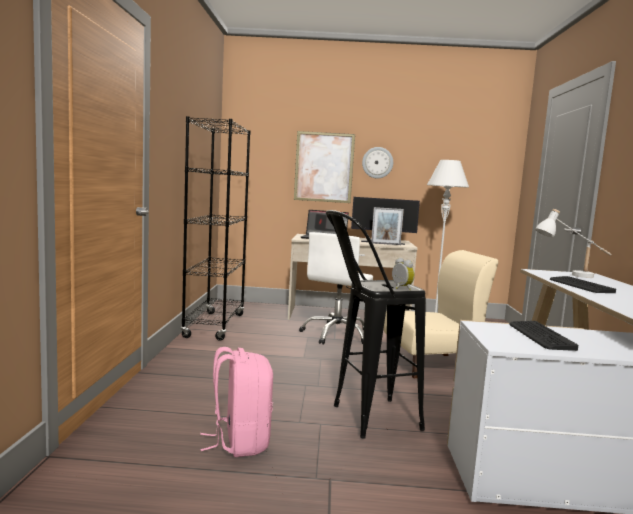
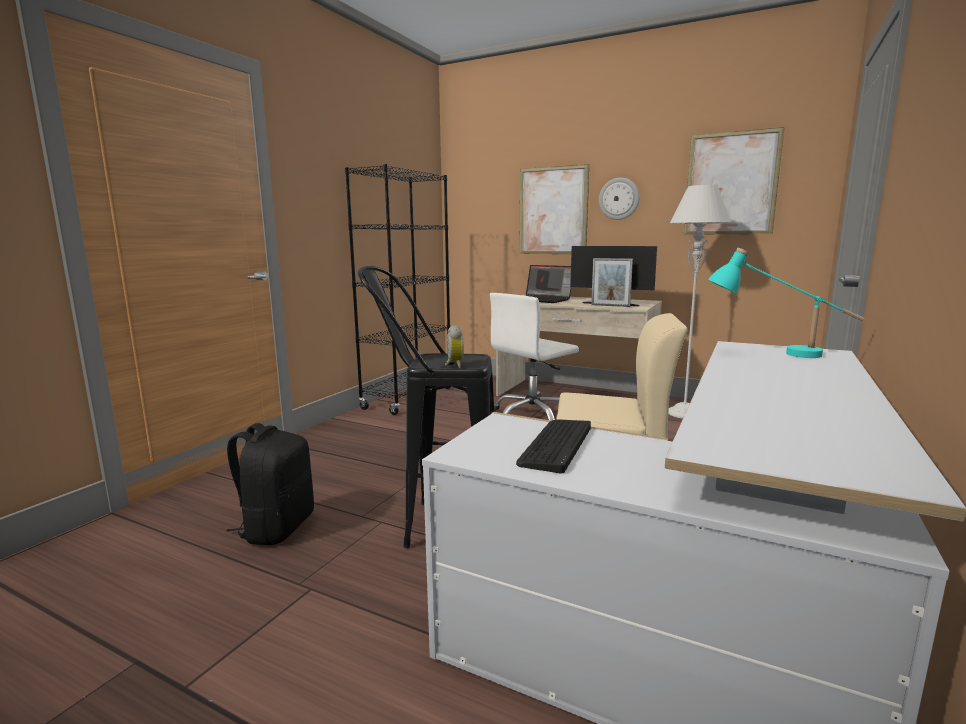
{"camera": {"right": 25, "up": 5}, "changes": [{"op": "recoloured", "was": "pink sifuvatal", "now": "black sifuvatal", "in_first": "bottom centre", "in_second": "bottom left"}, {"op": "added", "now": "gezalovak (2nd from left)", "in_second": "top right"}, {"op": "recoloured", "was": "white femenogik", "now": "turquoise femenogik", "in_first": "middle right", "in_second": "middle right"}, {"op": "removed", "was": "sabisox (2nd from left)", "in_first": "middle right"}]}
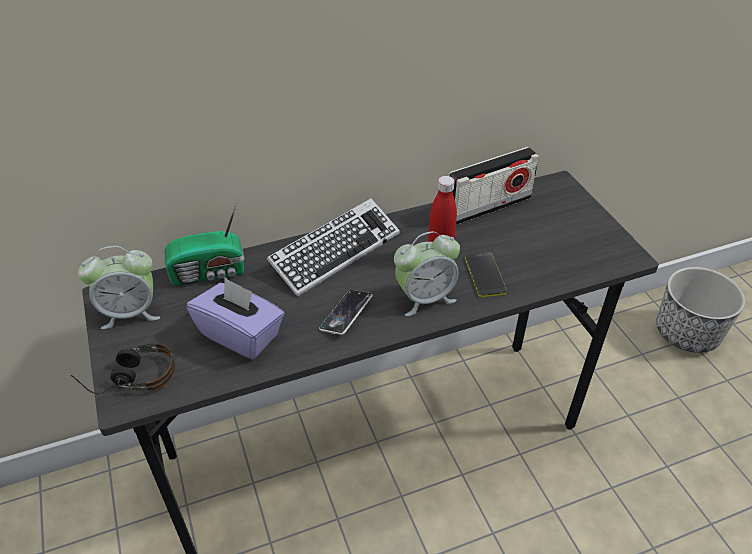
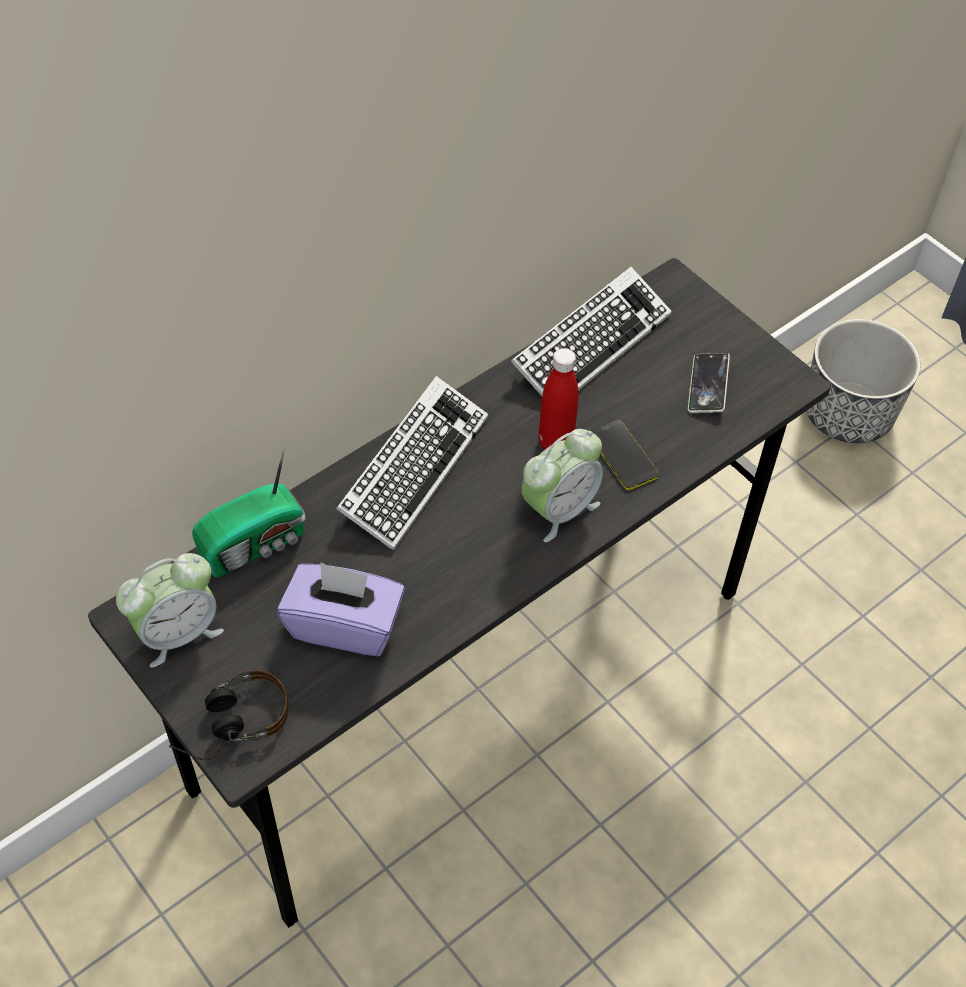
{"camera": {"right": -20, "up": 10}, "changes": [{"op": "replaced", "was": "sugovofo (2nd from left)", "now": "sabisox (2nd from left)", "in_first": "centre", "in_second": "centre"}, {"op": "moved", "was": "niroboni (1st from left in the first image)", "now": "niroboni (2nd from left)", "in_first": "centre", "in_second": "middle right"}]}
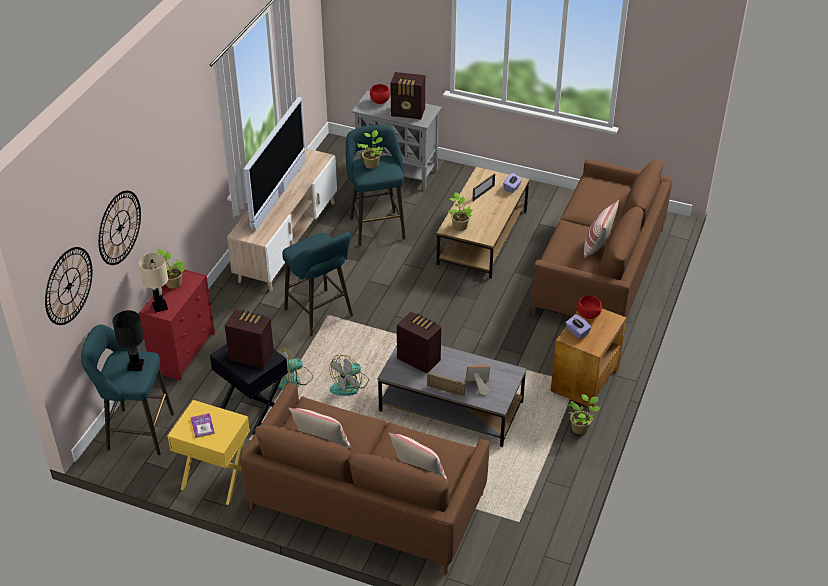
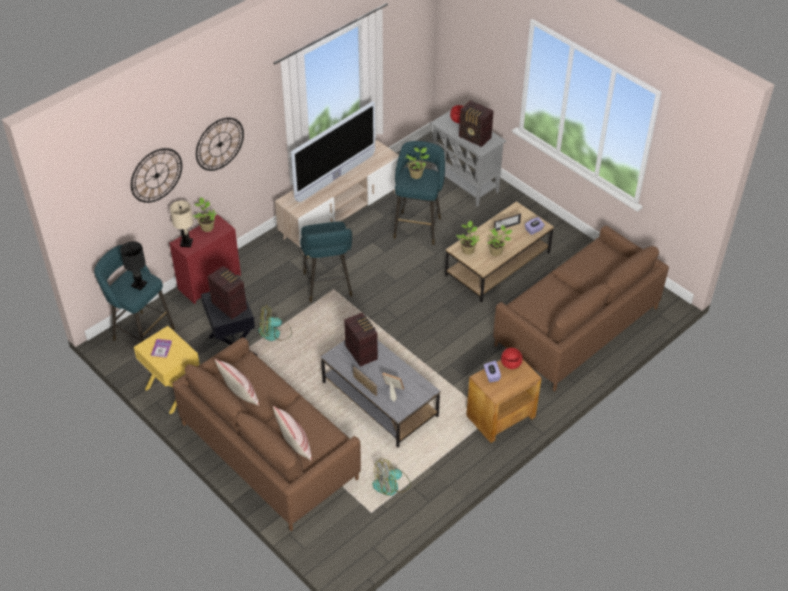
{"camera": {"right": 25, "up": 5}, "changes": [{"op": "moved", "was": "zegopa (1st from left in the first image)", "now": "zegopa (2nd from left)", "in_first": "middle left", "in_second": "top left"}, {"op": "moved", "was": "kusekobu (2nd from left)", "in_first": "centre", "in_second": "bottom centre"}, {"op": "moved", "was": "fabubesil (4th from left)", "in_first": "bottom right", "in_second": "centre"}, {"op": "removed", "was": "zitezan (3rd from left)", "in_first": "middle right"}]}
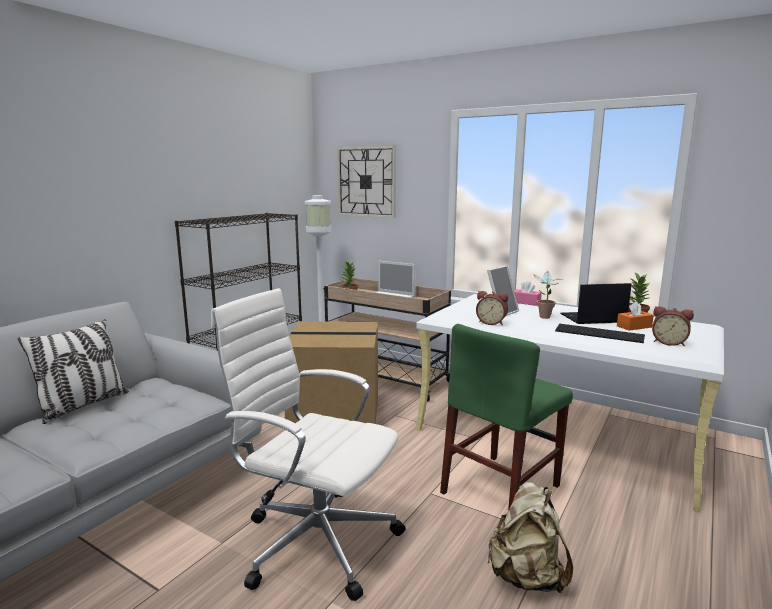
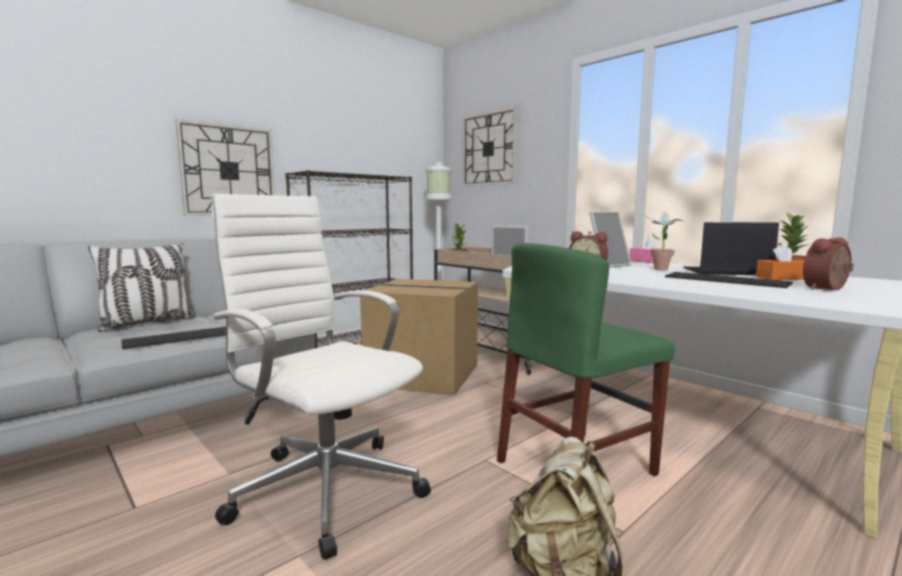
{"camera": {"right": 15, "up": -5}, "changes": [{"op": "added", "now": "sabisox (1st from left)", "in_second": "middle left"}, {"op": "added", "now": "zegopa (1st from left)", "in_second": "top left"}, {"op": "turned", "was": "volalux (2nd from left)", "in_first": "middle right", "in_second": "middle right", "clockwise": 105}]}
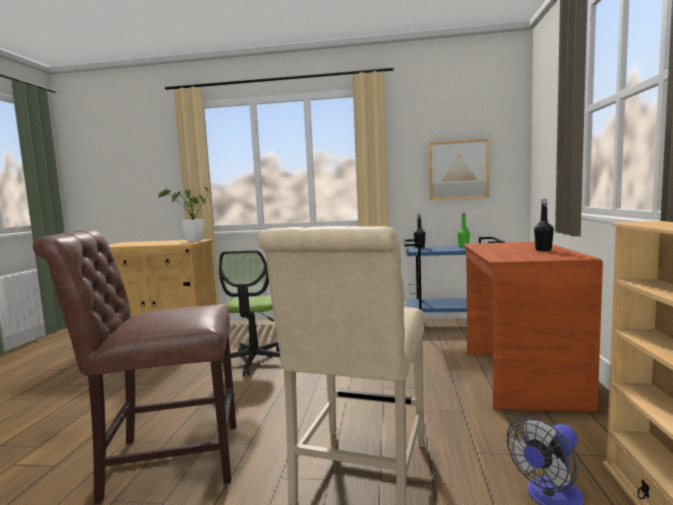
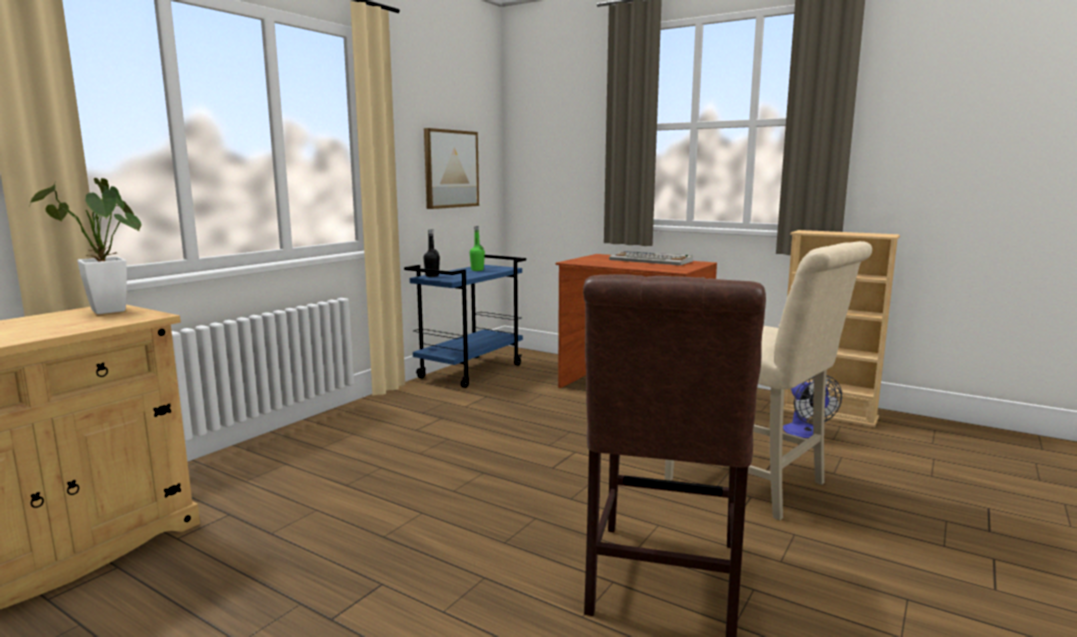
{"camera": {"right": -65, "up": 5}, "changes": [{"op": "replaced", "was": "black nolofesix (2nd from left)", "now": "sabisox", "in_first": "middle right", "in_second": "centre"}, {"op": "removed", "was": "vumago", "in_first": "centre"}]}
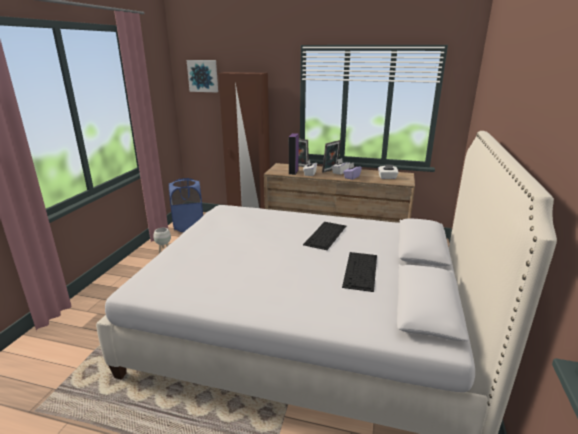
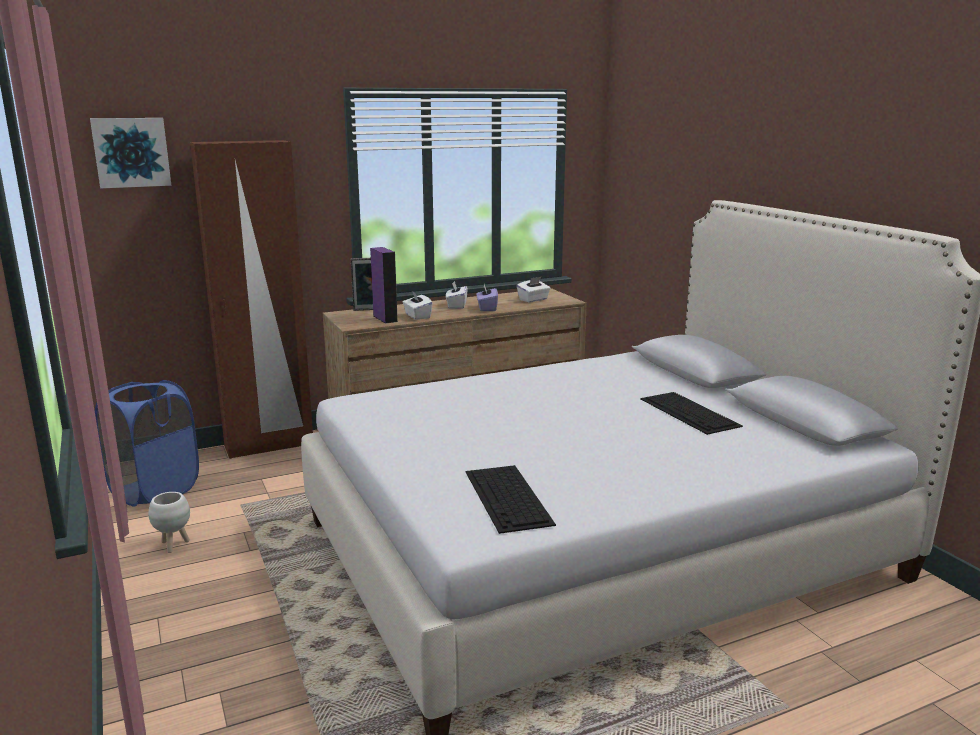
{"camera": {"right": -40, "up": -5}, "changes": [{"op": "moved", "was": "sabisox (1st from left)", "in_first": "centre", "in_second": "bottom centre"}, {"op": "removed", "was": "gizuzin (2nd from left)", "in_first": "centre"}]}
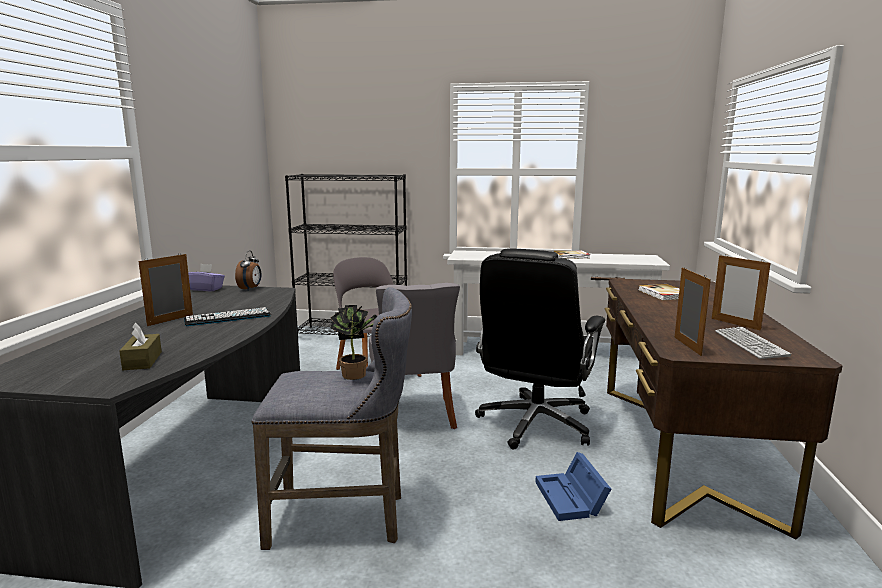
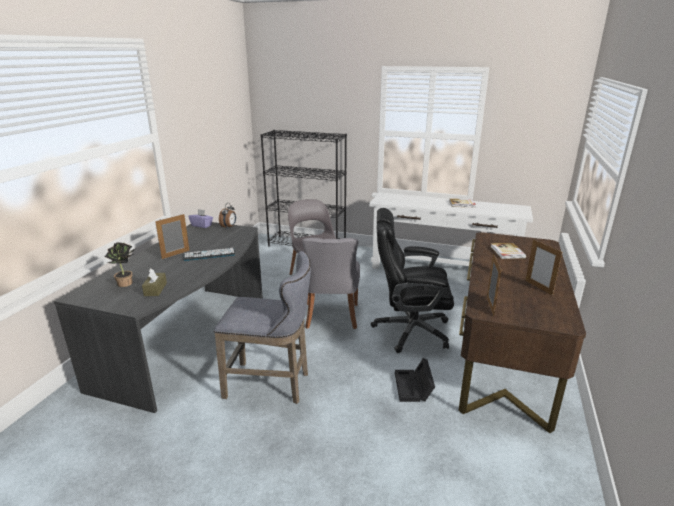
{"camera": {"right": 10, "up": 10}, "changes": [{"op": "moved", "was": "fabubesil", "in_first": "centre", "in_second": "middle left"}, {"op": "turned", "was": "black vumago", "in_first": "centre", "in_second": "centre", "clockwise": 60}, {"op": "recoloured", "was": "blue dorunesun", "now": "black dorunesun", "in_first": "bottom centre", "in_second": "bottom centre"}, {"op": "removed", "was": "sabisox (2nd from left)", "in_first": "middle right"}]}
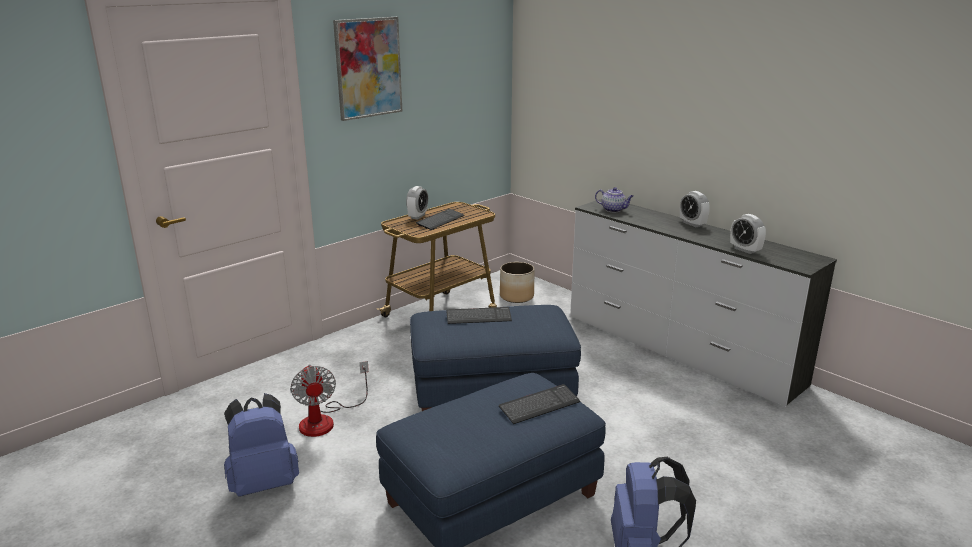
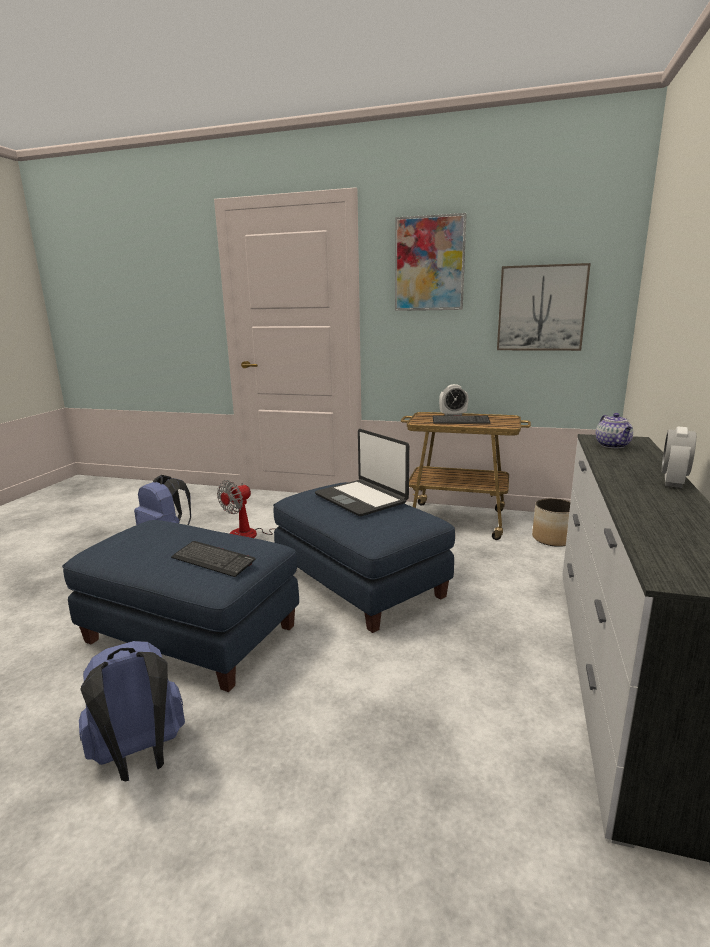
{"camera": {"right": 60, "up": -5}, "changes": [{"op": "replaced", "was": "sabisox (2nd from left)", "now": "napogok", "in_first": "centre", "in_second": "centre"}, {"op": "added", "now": "gezalovak (2nd from left)", "in_second": "top right"}, {"op": "removed", "was": "volalux (3rd from left)", "in_first": "middle right"}]}
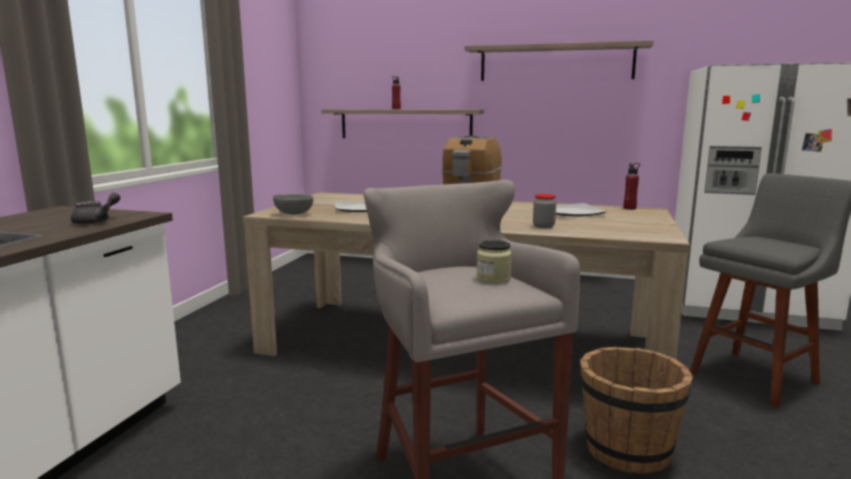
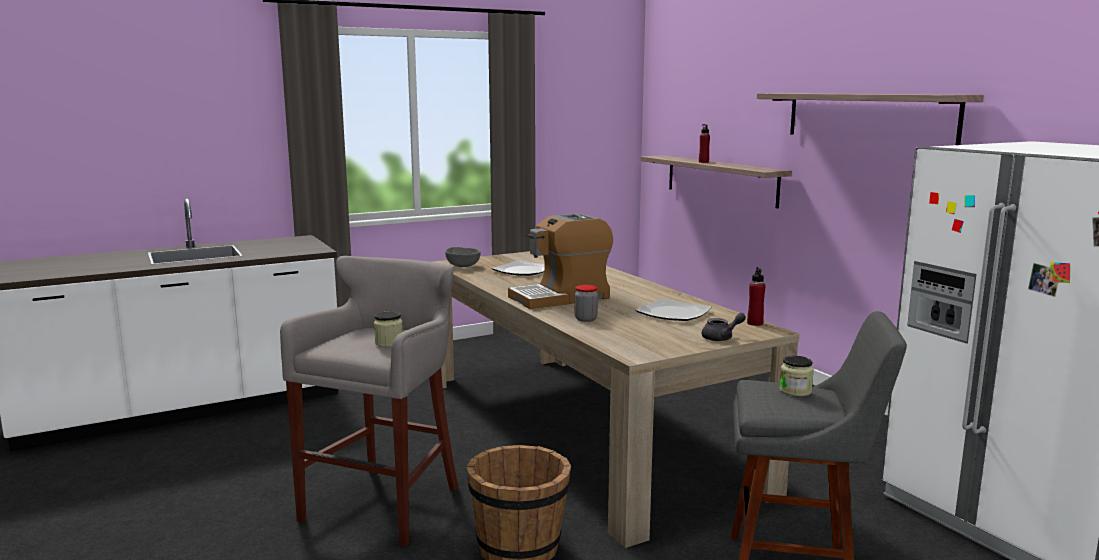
{"camera": {"right": 45, "up": 0}, "changes": [{"op": "moved", "was": "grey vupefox", "in_first": "middle left", "in_second": "centre"}, {"op": "added", "now": "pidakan (3rd from left)", "in_second": "bottom right"}]}
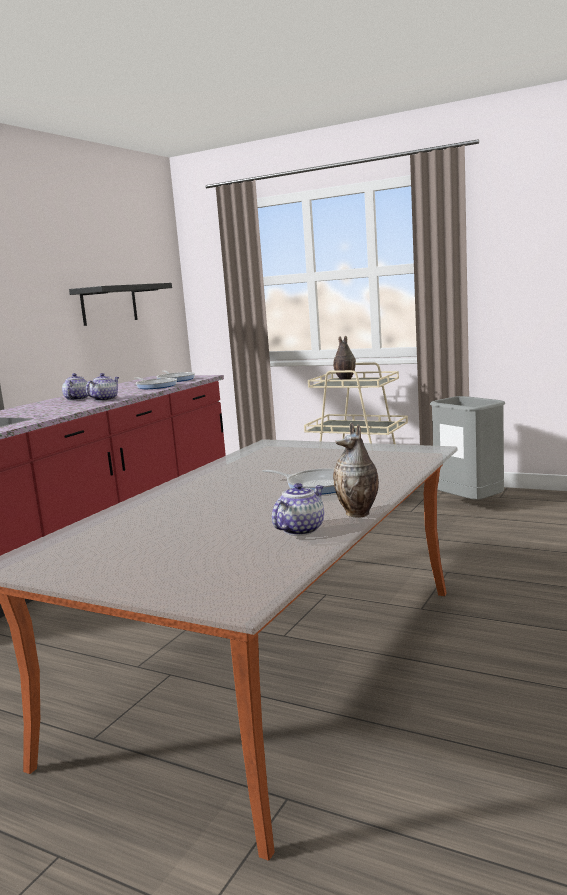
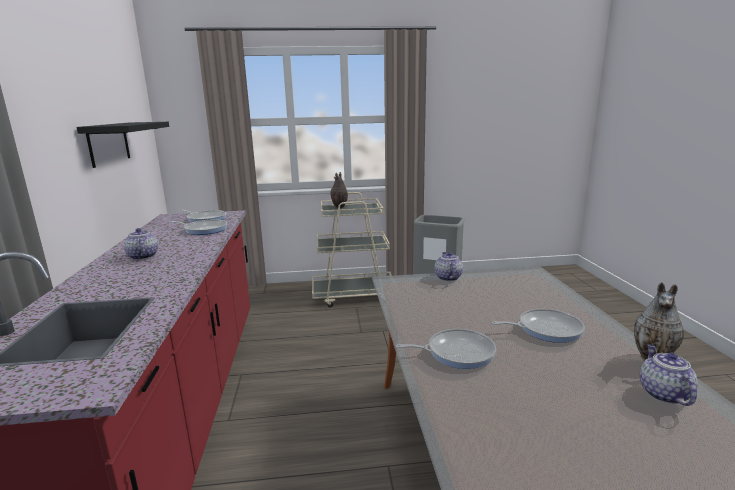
{"camera": {"right": -35, "up": 5}, "changes": [{"op": "added", "now": "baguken (3rd from left)", "in_second": "bottom centre"}, {"op": "moved", "was": "vupefox (2nd from left)", "in_first": "middle left", "in_second": "centre"}]}
